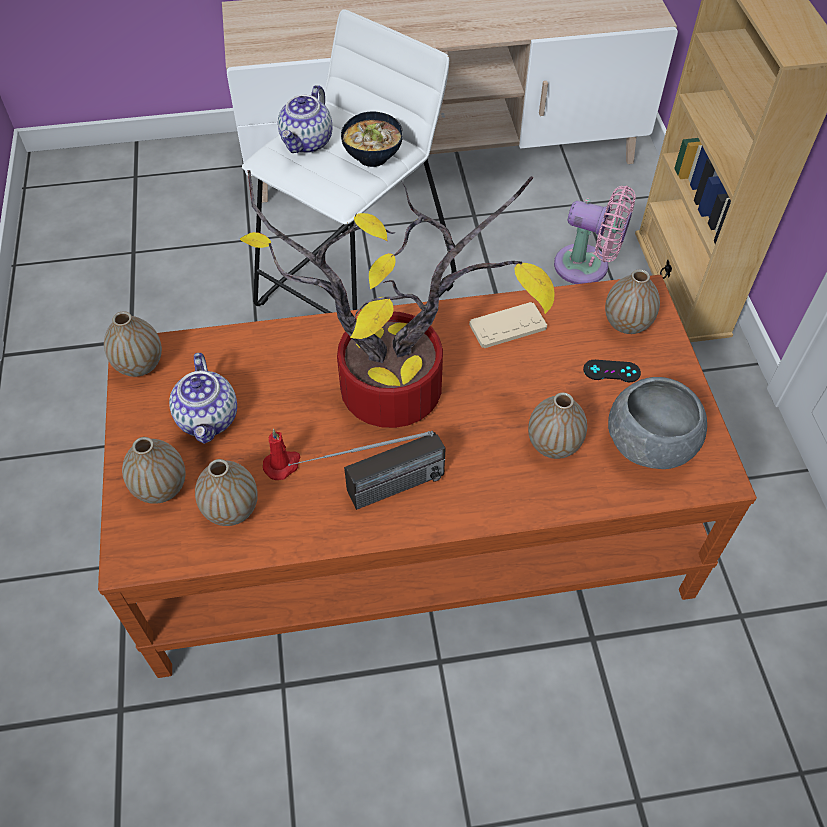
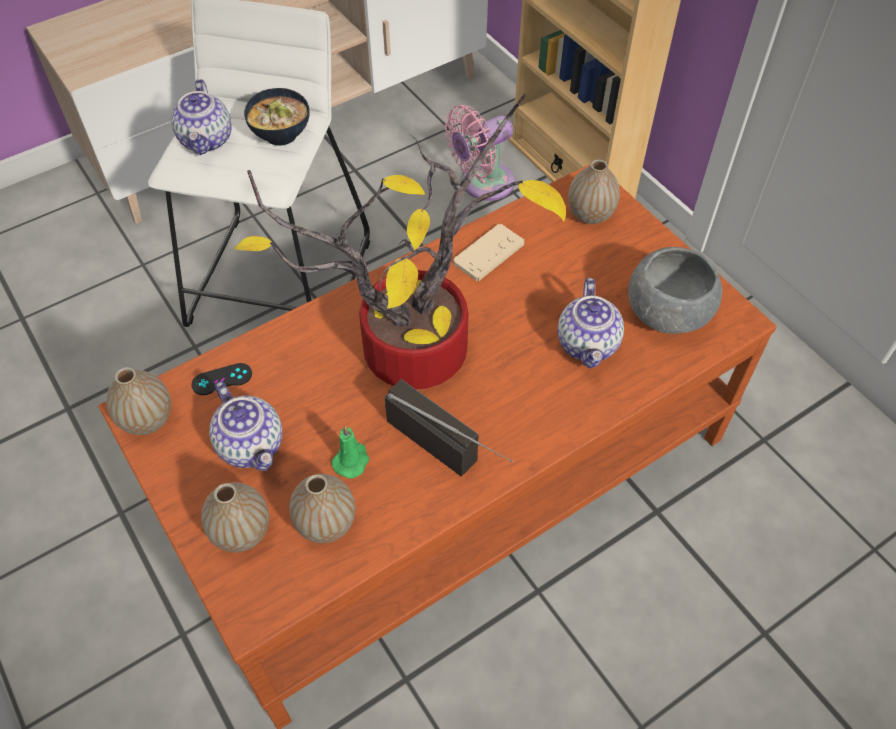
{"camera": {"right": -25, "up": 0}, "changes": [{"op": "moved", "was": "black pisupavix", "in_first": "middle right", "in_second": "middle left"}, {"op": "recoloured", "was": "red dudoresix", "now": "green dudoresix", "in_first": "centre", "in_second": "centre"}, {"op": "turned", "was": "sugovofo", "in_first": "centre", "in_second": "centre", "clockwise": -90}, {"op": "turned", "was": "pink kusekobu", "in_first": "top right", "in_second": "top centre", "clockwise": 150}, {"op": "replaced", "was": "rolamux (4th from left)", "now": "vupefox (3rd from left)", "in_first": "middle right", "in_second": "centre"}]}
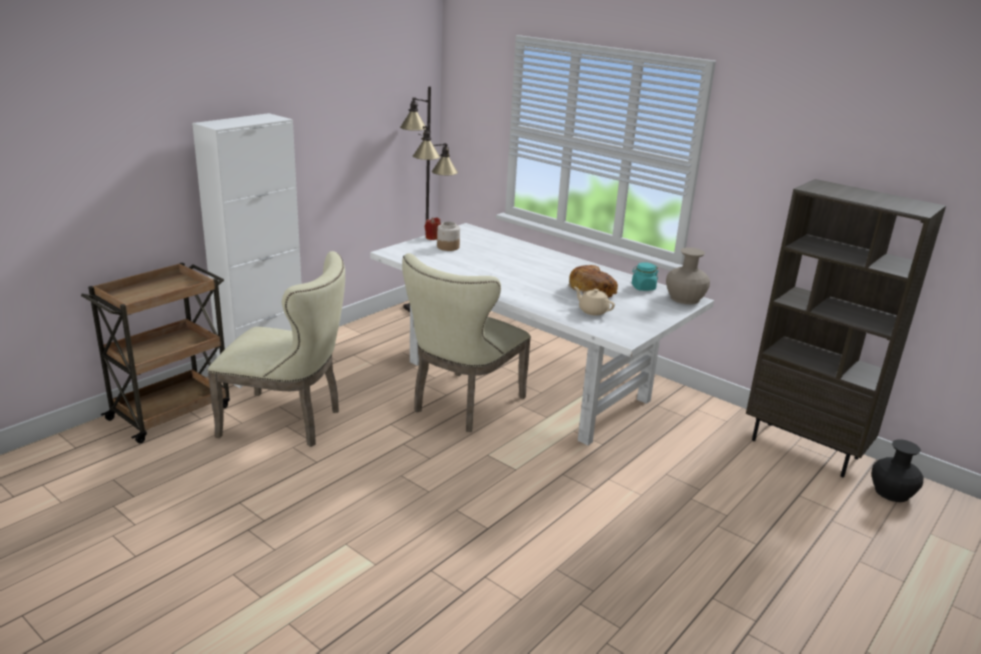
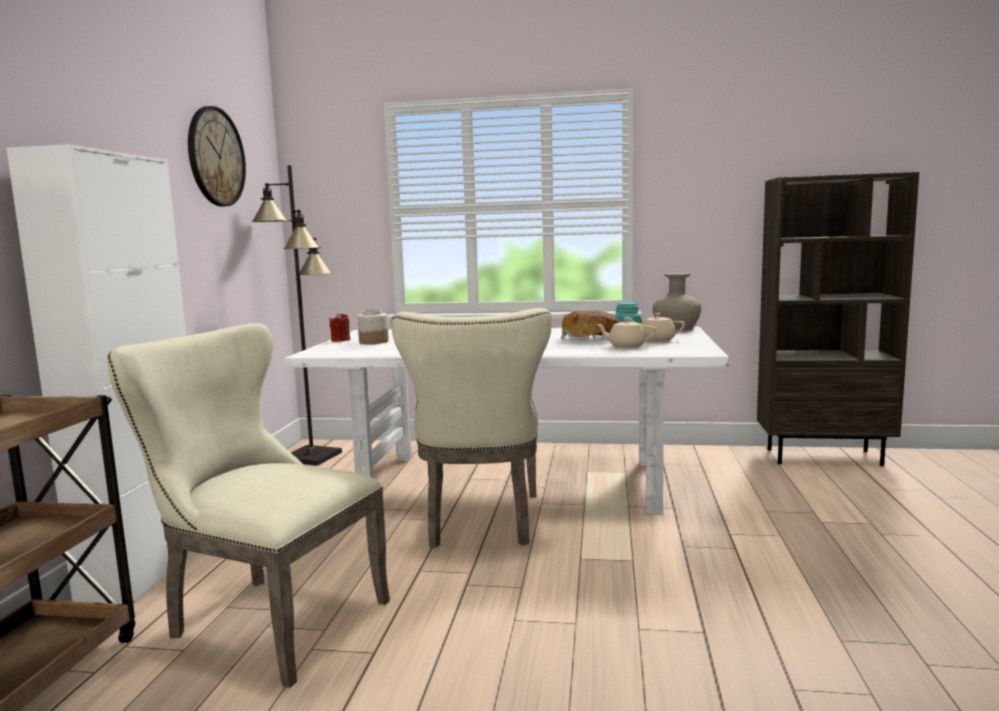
{"camera": {"right": -30, "up": -15}, "changes": [{"op": "turned", "was": "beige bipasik (1st from left)", "in_first": "middle left", "in_second": "bottom left", "clockwise": -135}, {"op": "added", "now": "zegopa", "in_second": "top left"}, {"op": "added", "now": "beige vupefox (2nd from left)", "in_second": "centre"}, {"op": "removed", "was": "black rolamux", "in_first": "bottom right"}]}
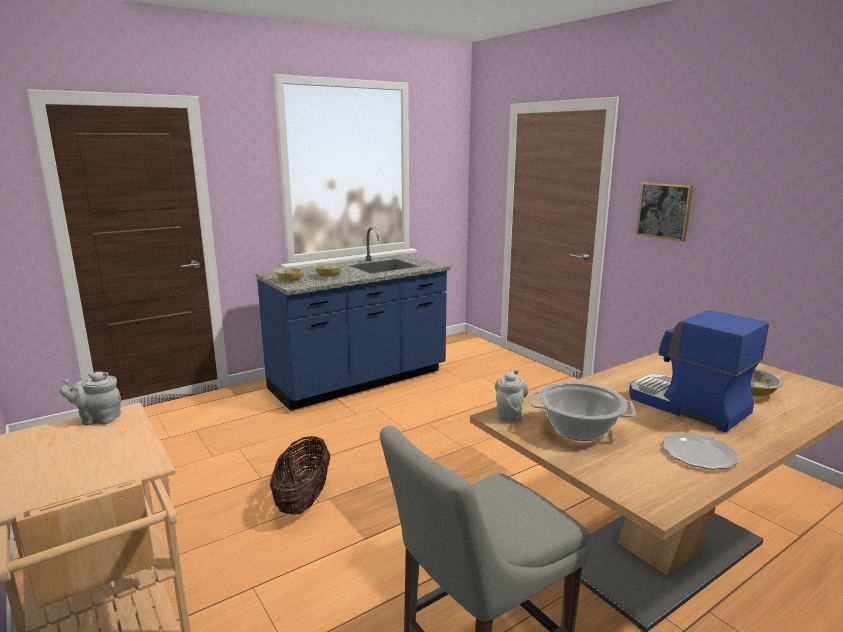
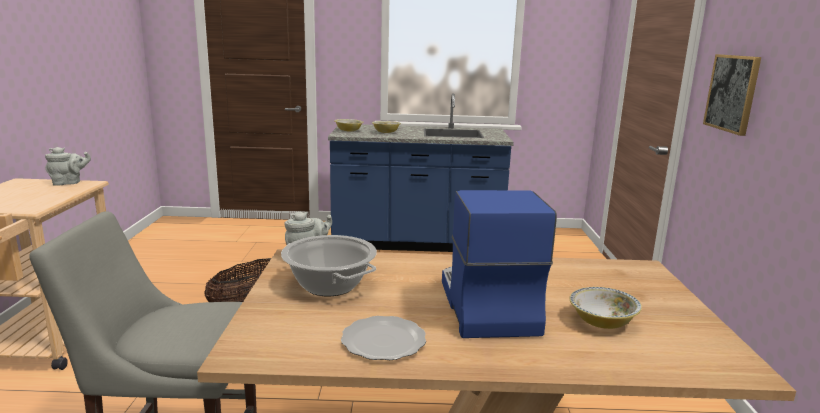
{"camera": {"right": 35, "up": 0}, "changes": [{"op": "turned", "was": "grey vupefox (1st from left)", "in_first": "middle left", "in_second": "middle left", "clockwise": 120}]}
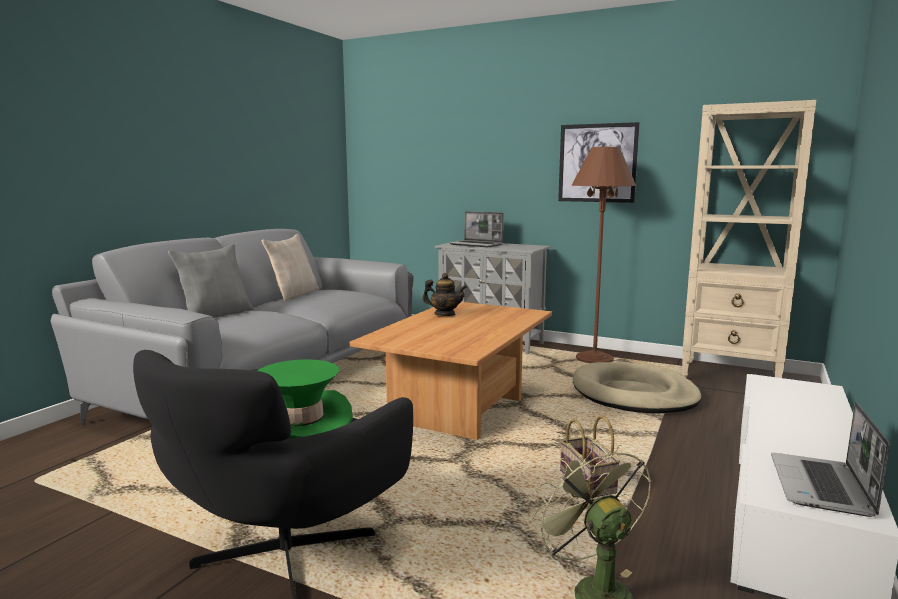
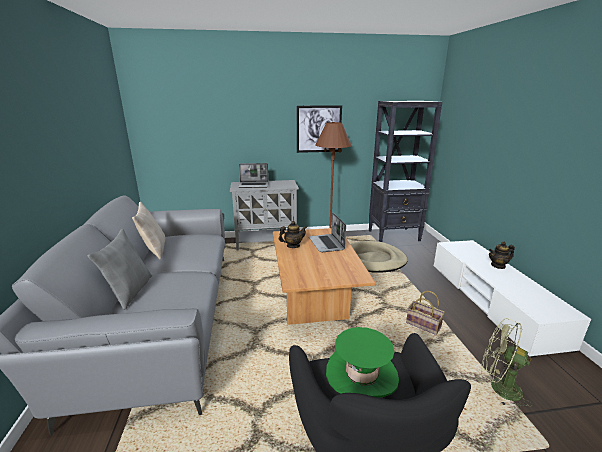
{"camera": {"right": -35, "up": 10}, "changes": [{"op": "moved", "was": "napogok (2nd from left)", "in_first": "bottom right", "in_second": "centre"}, {"op": "recoloured", "was": "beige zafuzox", "now": "black zafuzox", "in_first": "middle right", "in_second": "middle right"}, {"op": "added", "now": "vupefox (2nd from left)", "in_second": "middle right"}]}
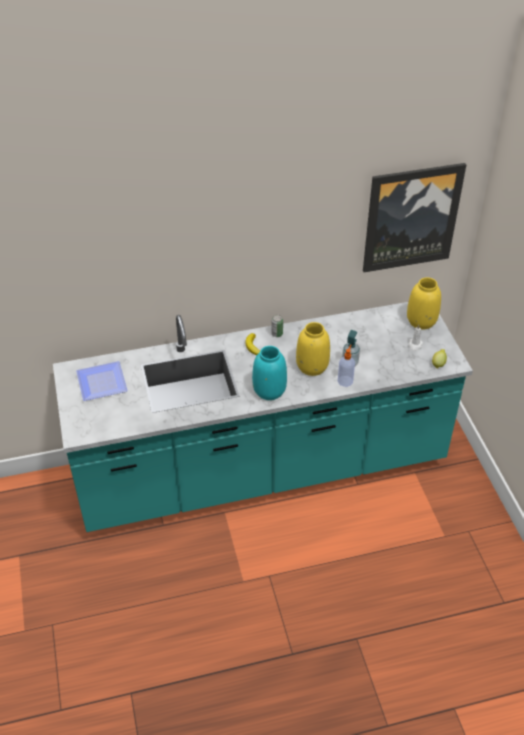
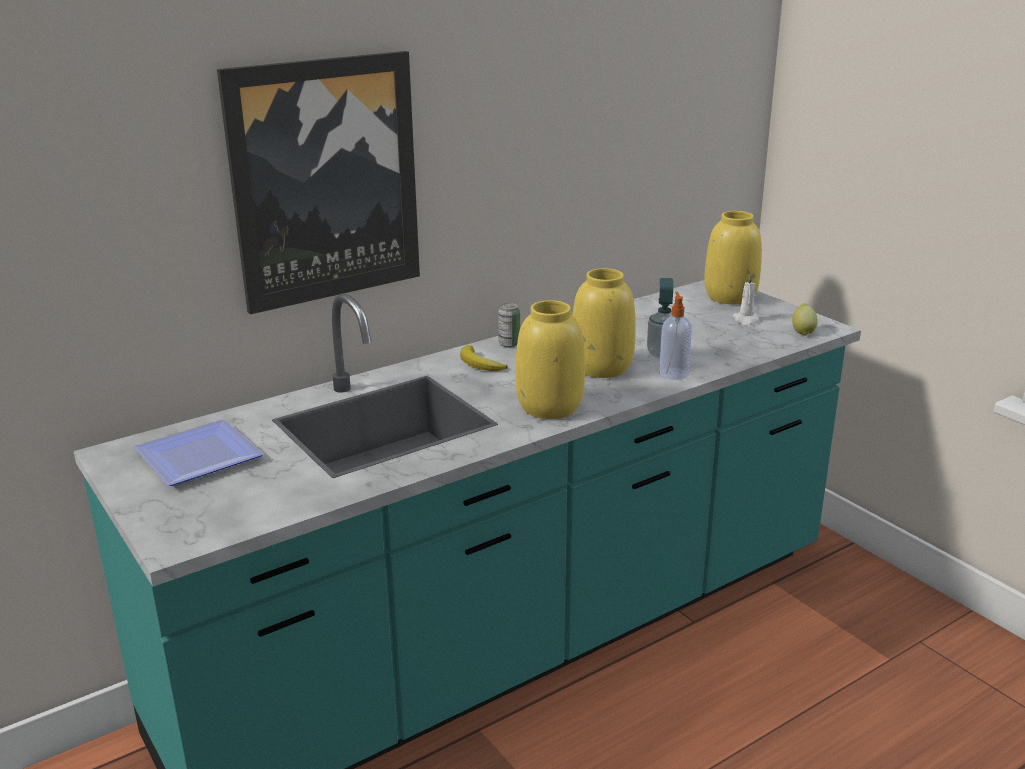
{"camera": {"right": -20, "up": -20}, "changes": [{"op": "moved", "was": "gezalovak", "in_first": "top right", "in_second": "top left"}, {"op": "recoloured", "was": "turquoise rolamux", "now": "yellow rolamux (1st from left)", "in_first": "centre", "in_second": "centre"}]}
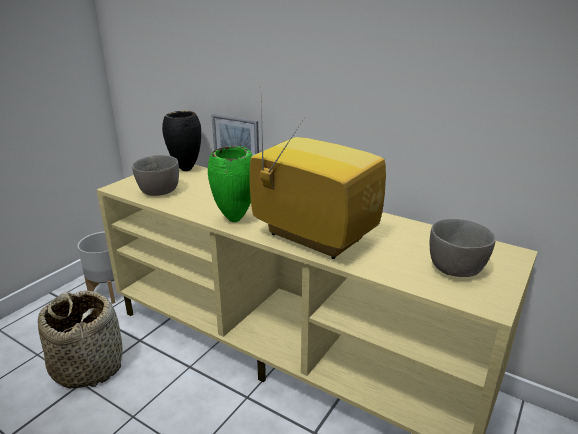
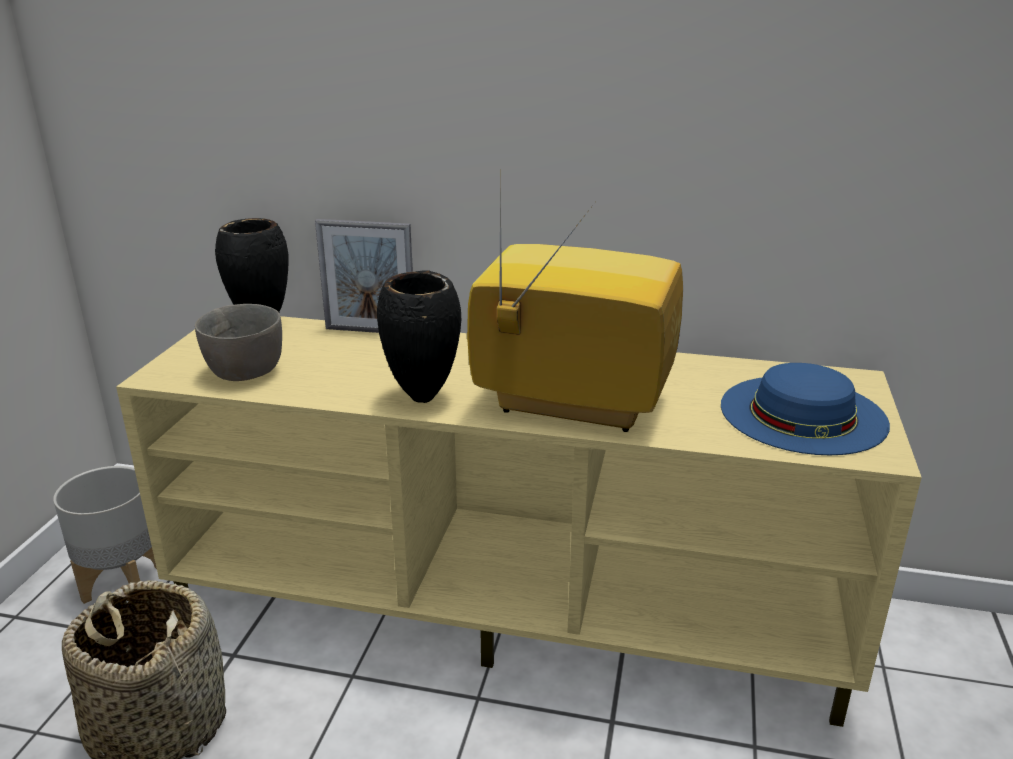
{"camera": {"right": -20, "up": 0}, "changes": [{"op": "recoloured", "was": "green rolamux", "now": "black rolamux (2nd from left)", "in_first": "centre", "in_second": "centre"}, {"op": "replaced", "was": "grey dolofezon (2nd from left)", "now": "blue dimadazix", "in_first": "middle right", "in_second": "middle right"}]}
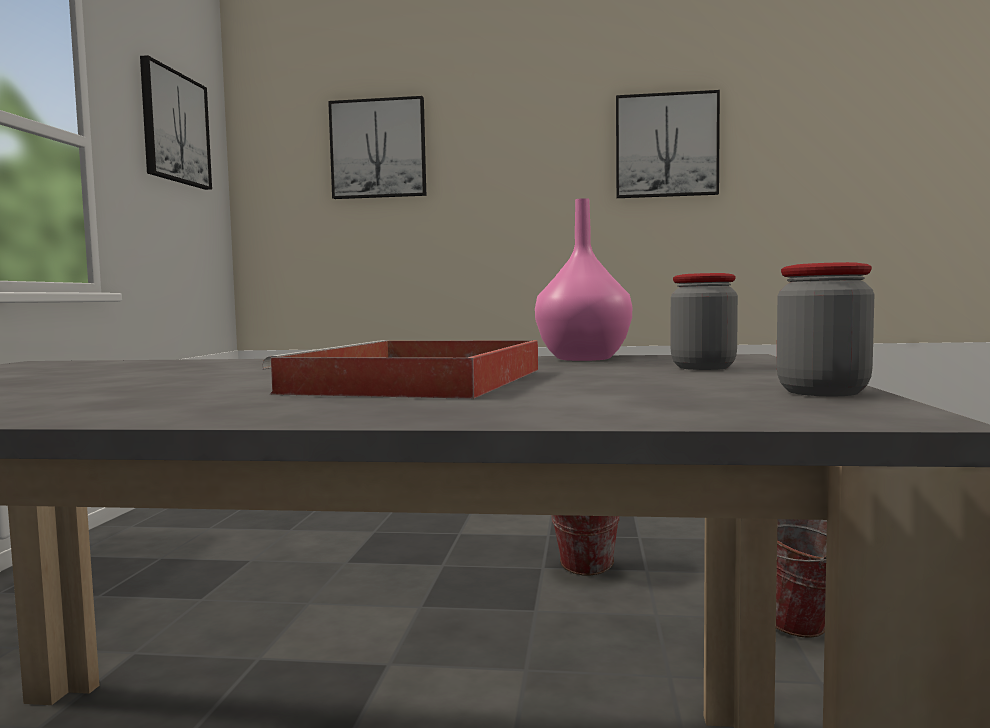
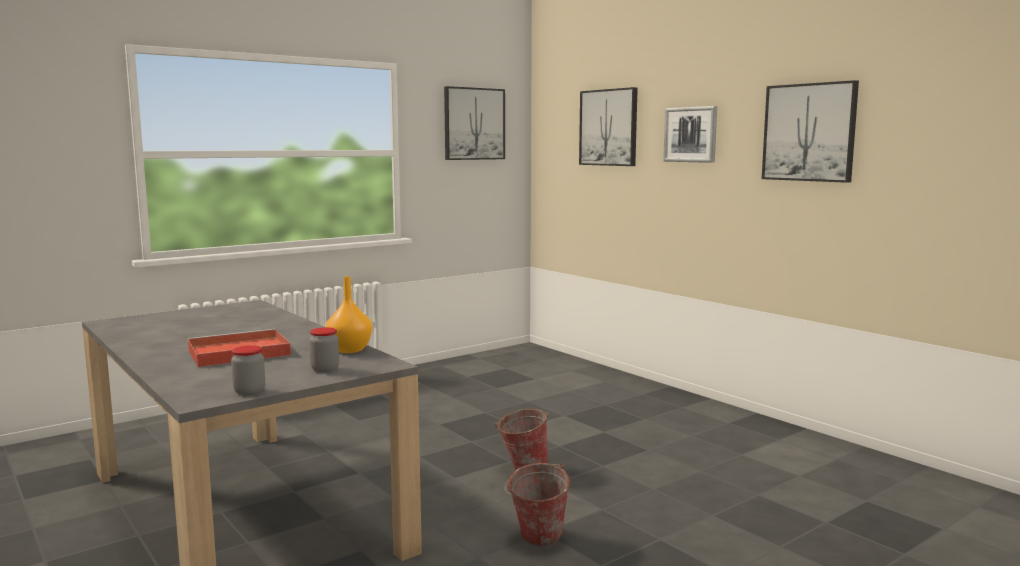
{"camera": {"right": 45, "up": 5}, "changes": [{"op": "recoloured", "was": "pink rolamux", "now": "orange rolamux", "in_first": "centre", "in_second": "centre"}, {"op": "added", "now": "gezalovak (3rd from left)", "in_second": "top right"}]}
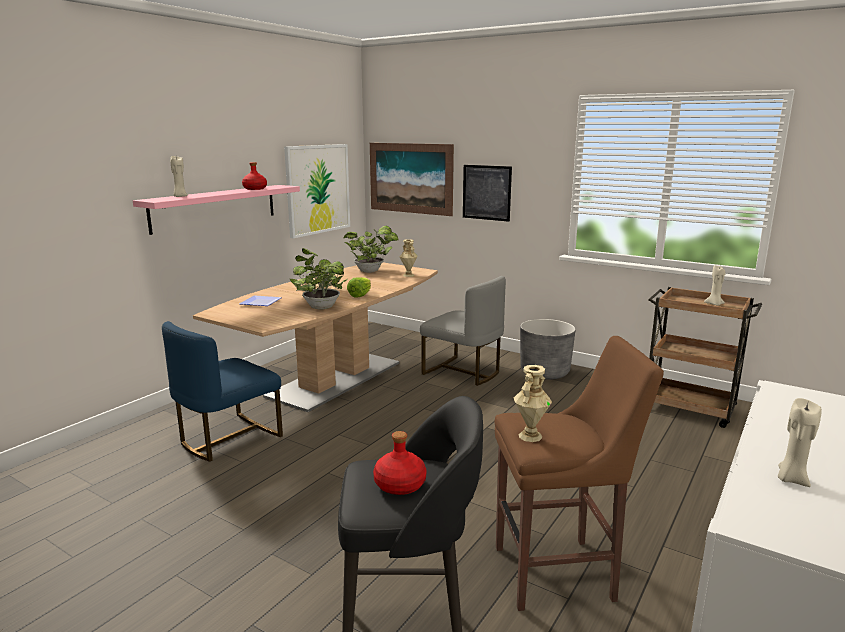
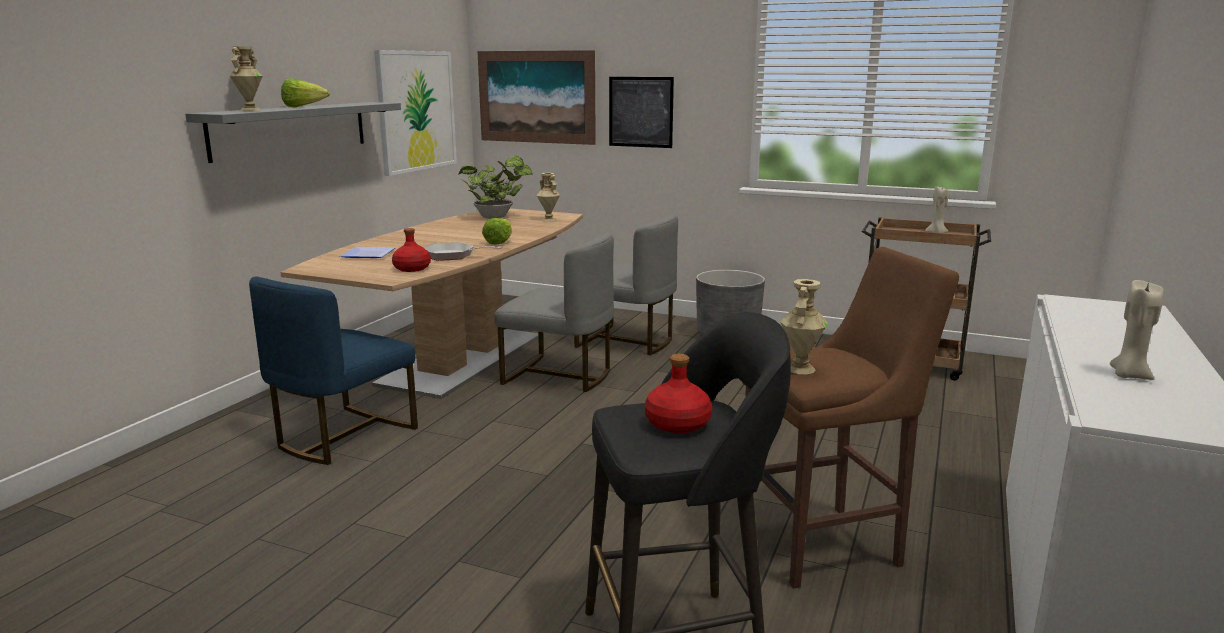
{"camera": {"right": -10, "up": 0}, "changes": [{"op": "recoloured", "was": "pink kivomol", "now": "grey kivomol", "in_first": "top left", "in_second": "top left"}, {"op": "replaced", "was": "beige dudoresix (1st from left)", "now": "beige rolamux (1st from left)", "in_first": "top left", "in_second": "top left"}, {"op": "added", "now": "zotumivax (1st from left)", "in_second": "top left"}, {"op": "moved", "was": "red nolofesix (1st from left)", "in_first": "top left", "in_second": "centre"}, {"op": "replaced", "was": "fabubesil (1st from left)", "now": "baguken", "in_first": "centre", "in_second": "centre"}, {"op": "added", "now": "grey bipasik (1st from left)", "in_second": "centre"}]}
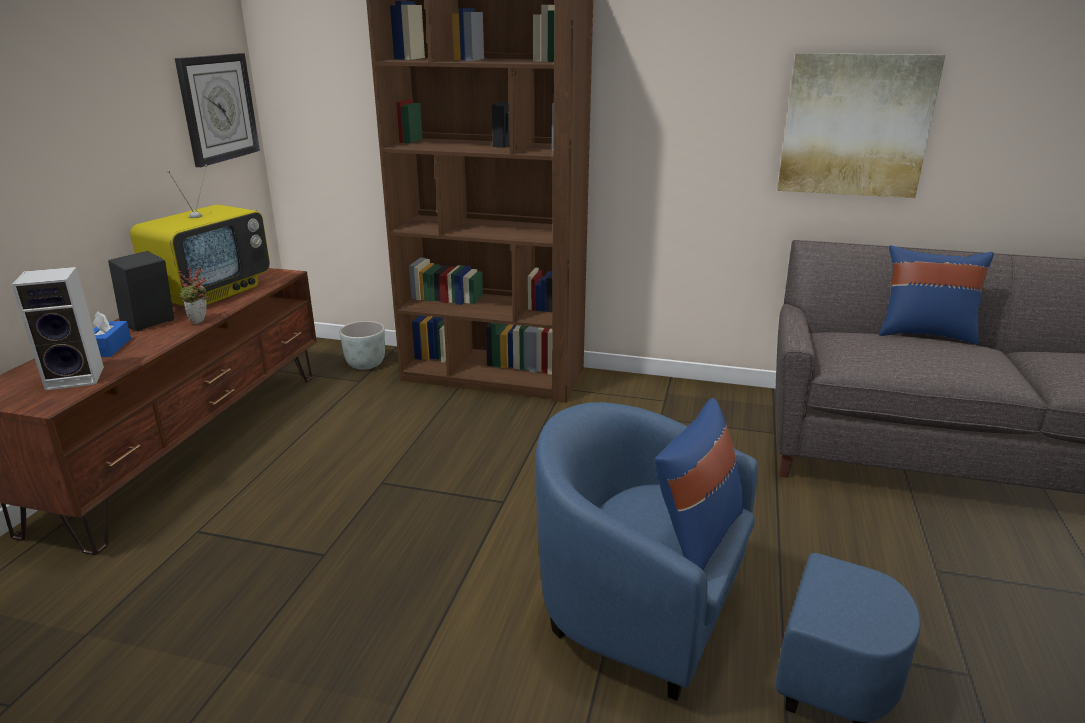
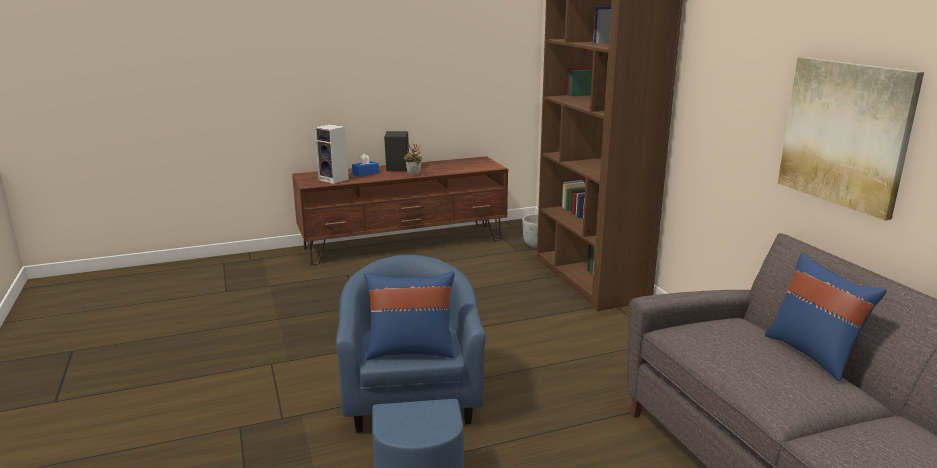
{"camera": {"right": 55, "up": -5}, "changes": [{"op": "removed", "was": "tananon", "in_first": "top left"}, {"op": "removed", "was": "zegopa", "in_first": "top left"}]}
